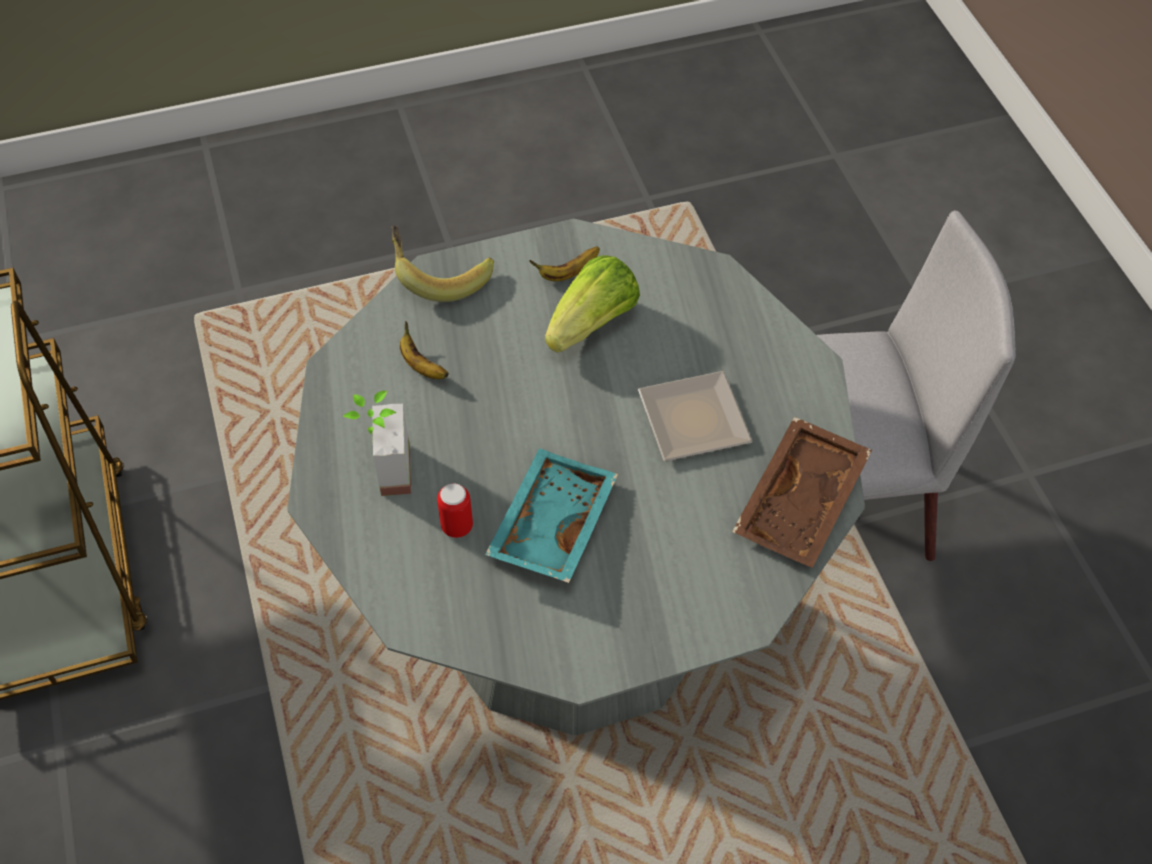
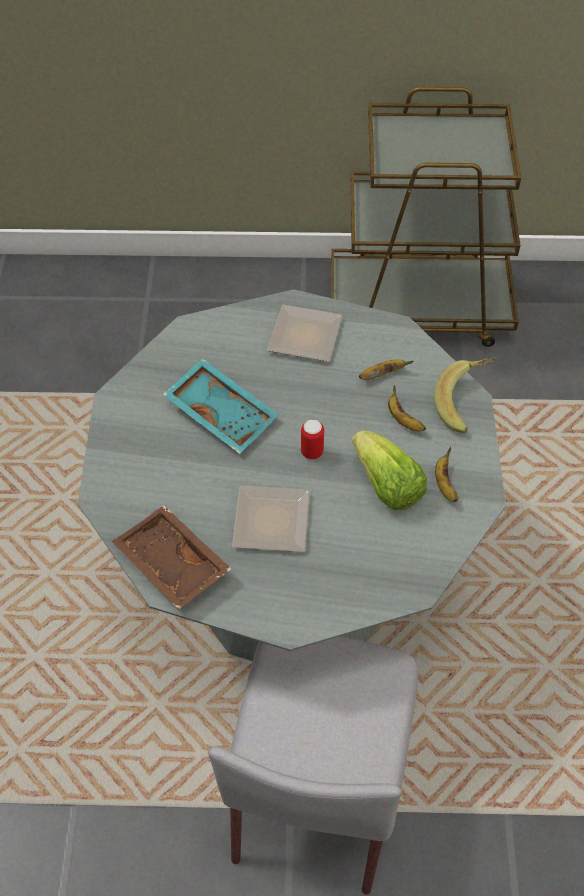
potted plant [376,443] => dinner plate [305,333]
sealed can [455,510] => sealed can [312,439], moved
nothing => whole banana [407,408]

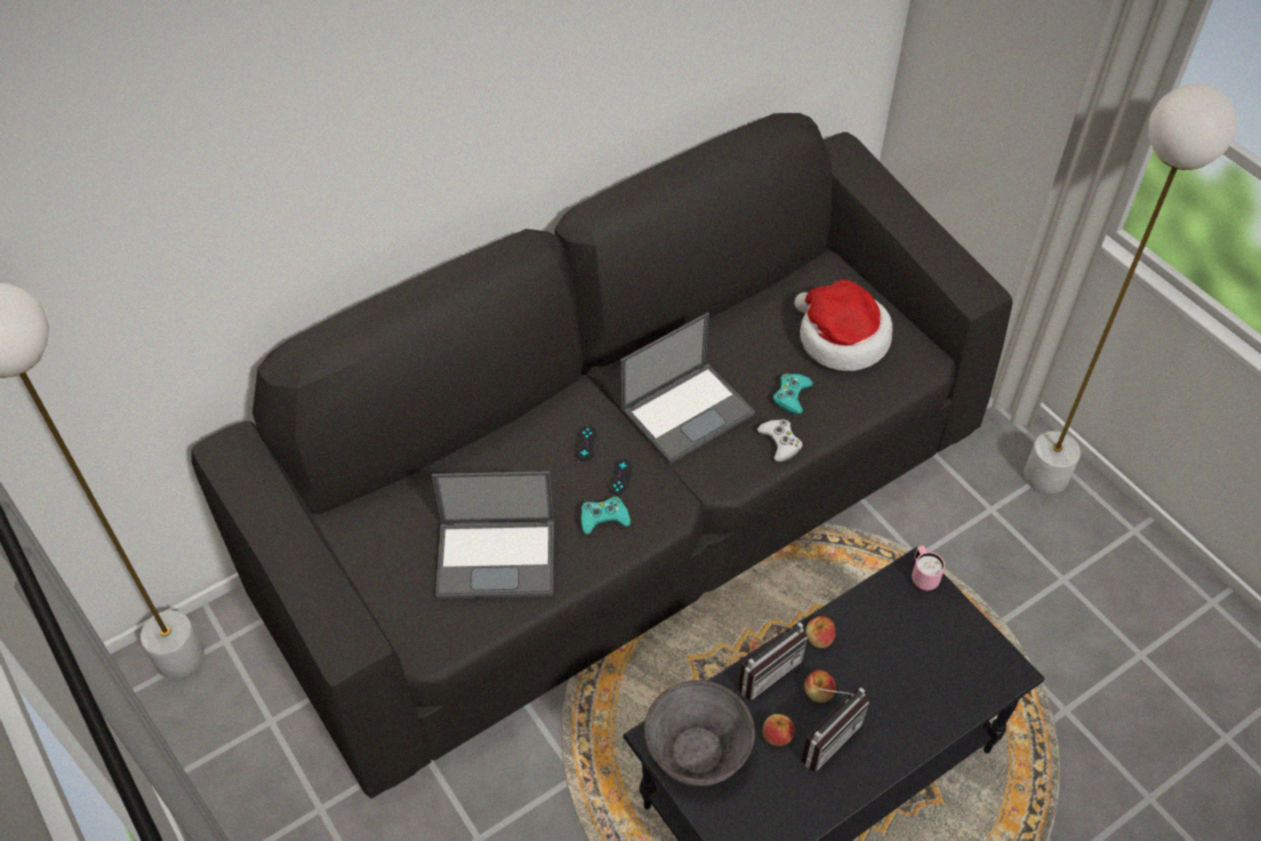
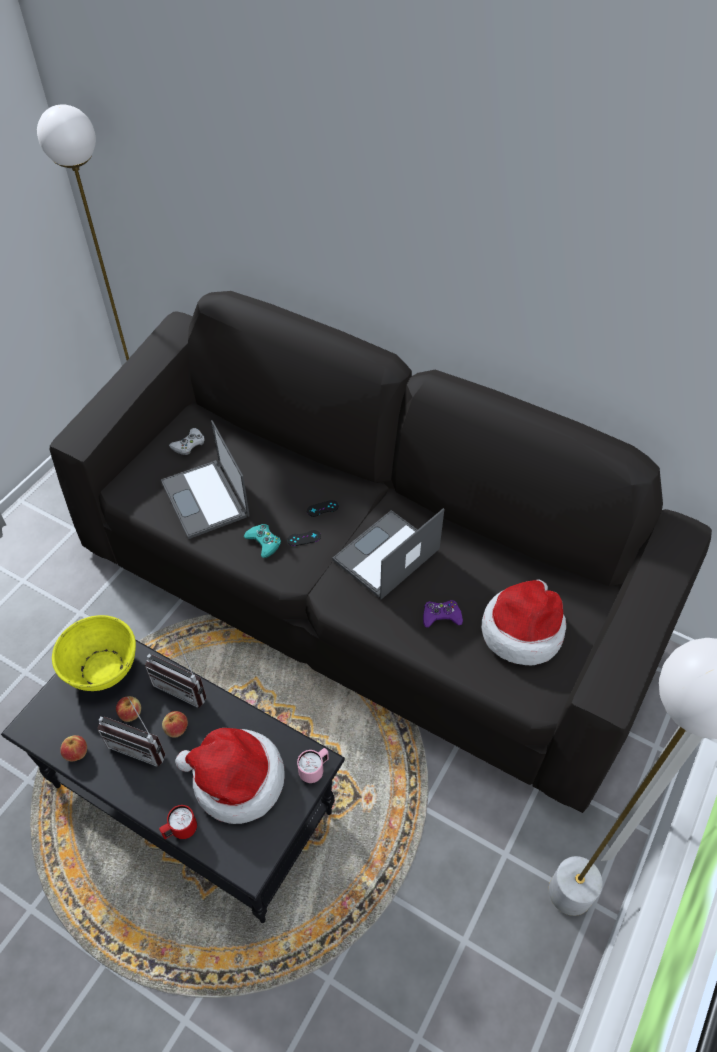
greyish deep dish [699,733] => yellow deep dish [94,653]
whole apple [821,632] => whole apple [73,748], moved
nothing => red tea mug [178,822]
white-coloured gamepad [780,440] => white-coloured gamepad [187,441], moved
nothing => clothing hat [230,776]
portable computer [688,388] => portable computer [388,553], 105 degrees clockwise
turquoise gamepad [793,394] => purple gamepad [443,613]

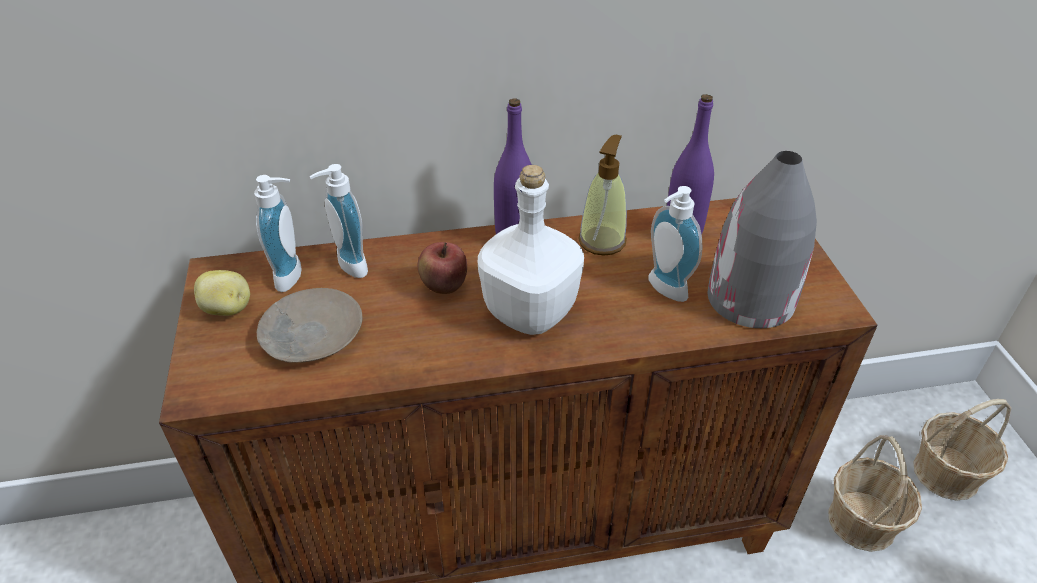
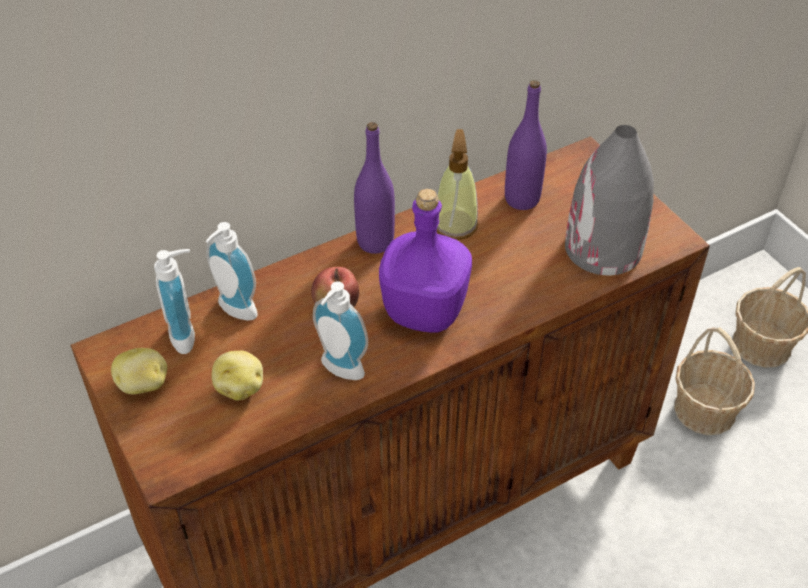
sand-coloured dinner plate [310,325] => potato [237,376]
soap bottle [675,244] => soap bottle [340,330], moved
white-coloured bottle [531,250] => purple bottle [425,261]

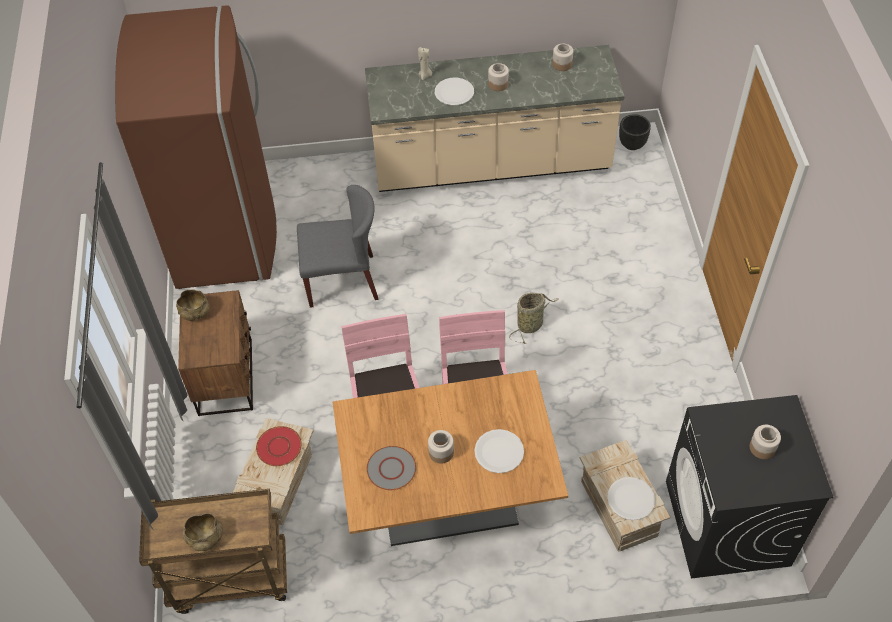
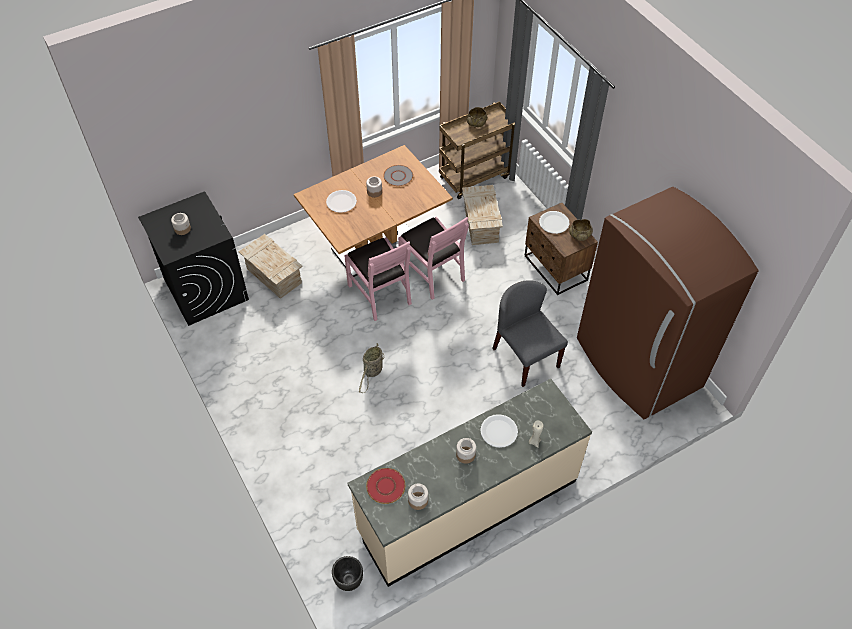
red dinner plate [279,446] => red dinner plate [385,486], moved
greyish plain chair [337,246] => greyish plain chair [530,333], 90 degrees clockwise
white-coloured dinner plate [631,498] => white-coloured dinner plate [554,222], moved

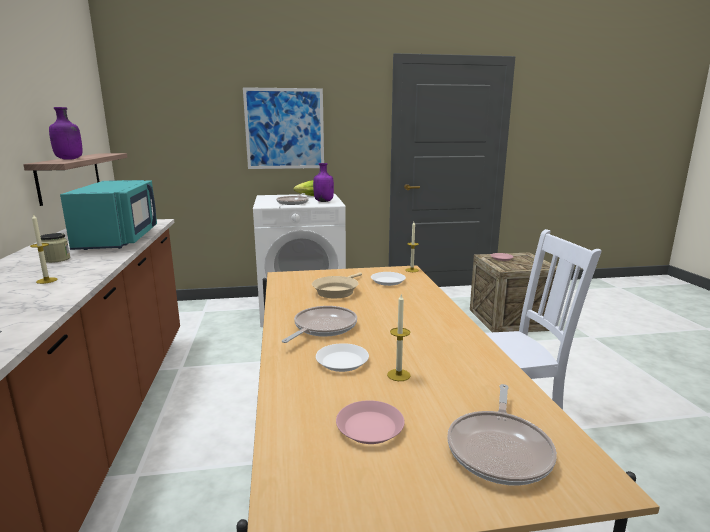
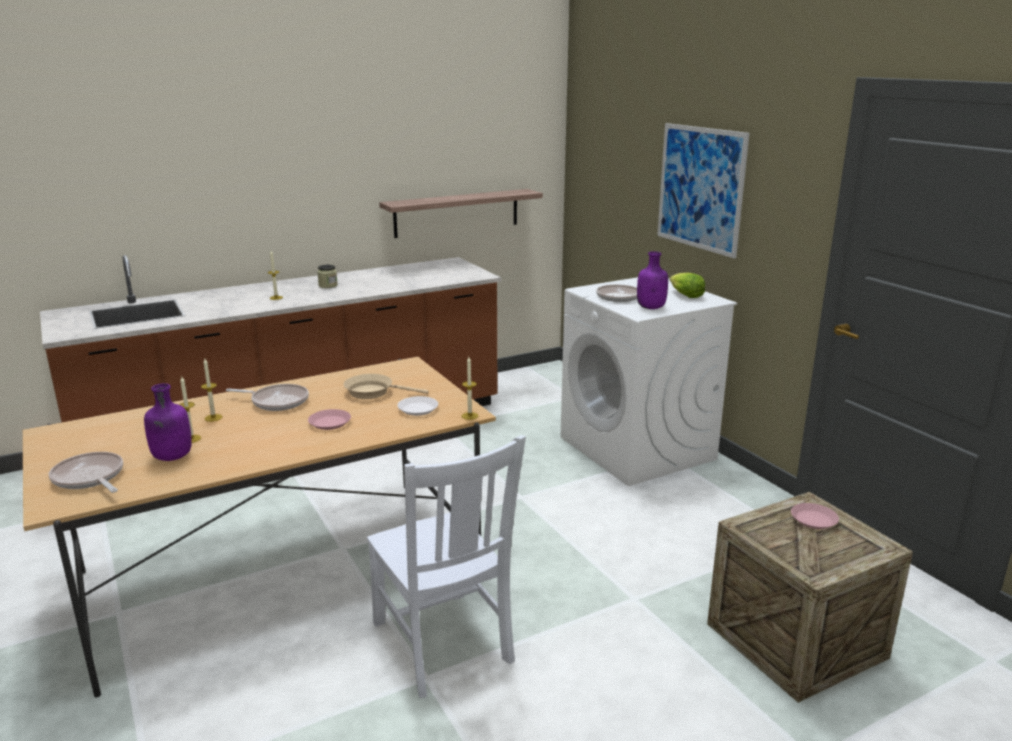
skillet [502,435] => skillet [86,472], 45 degrees clockwise
purple bottle [65,133] => purple bottle [168,422], moved
white-coloured dinner plate [342,357] => wax light [212,390]
pink dinner plate [370,422] => pink dinner plate [329,419], moved
turquoise microwave oven [108,215] => nothing

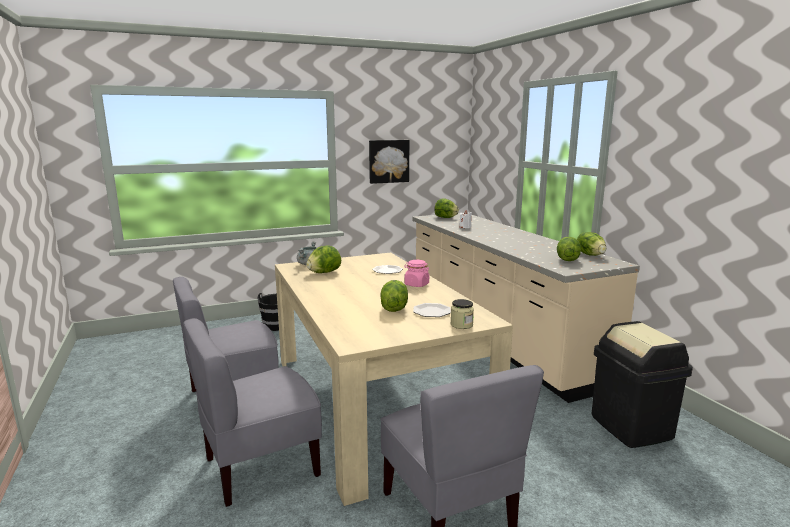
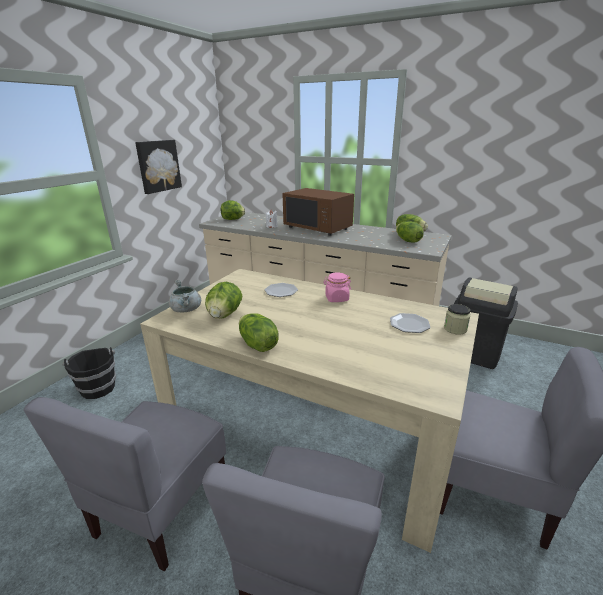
head of lettuce [394,296] => head of lettuce [259,332], moved
nothing => brownish microwave oven [318,212]

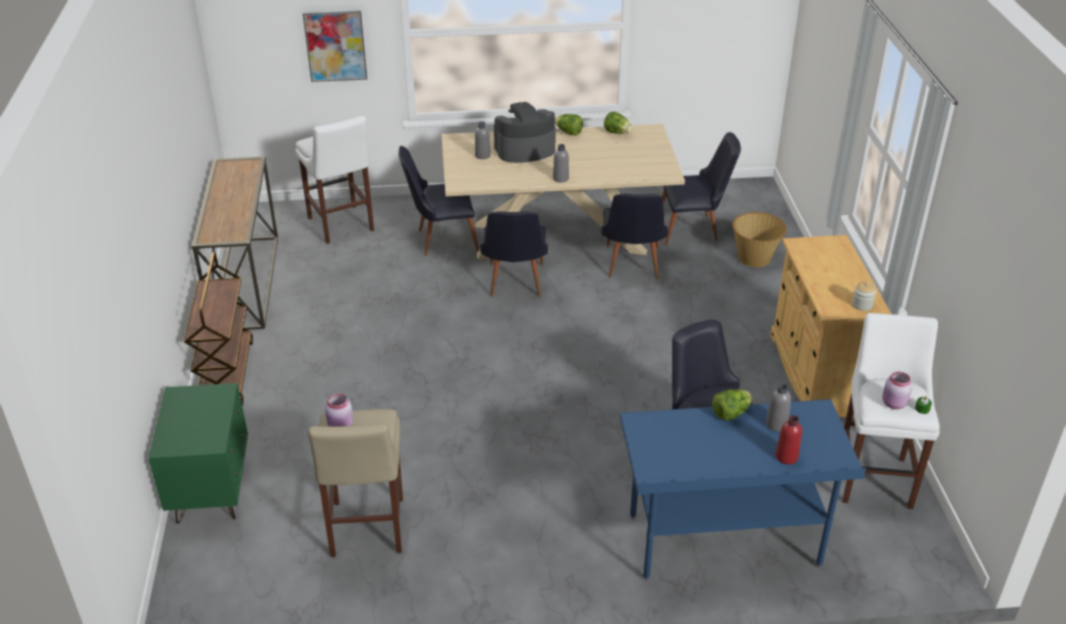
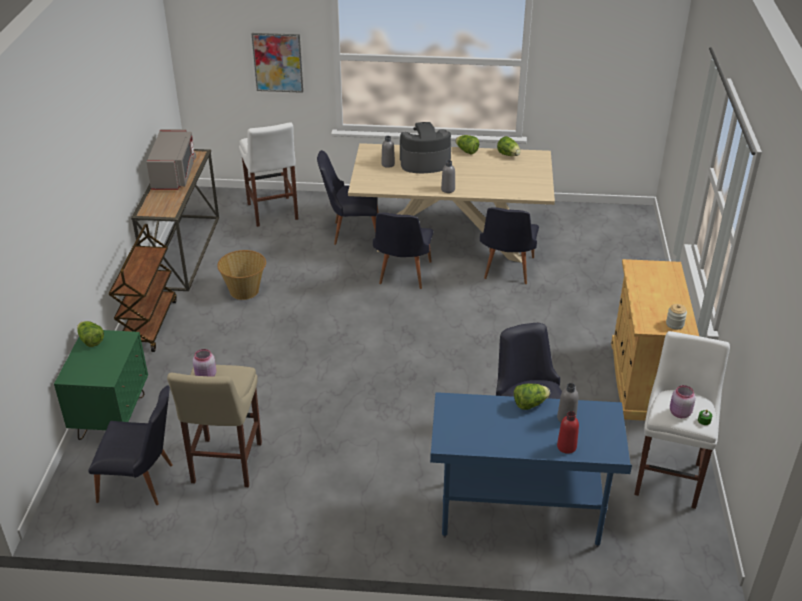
nothing => head of lettuce [90,334]
black plain chair [701,188] => black plain chair [130,445], moved
nothing => greyish microwave oven [171,159]
household basket [759,239] => household basket [241,275], moved

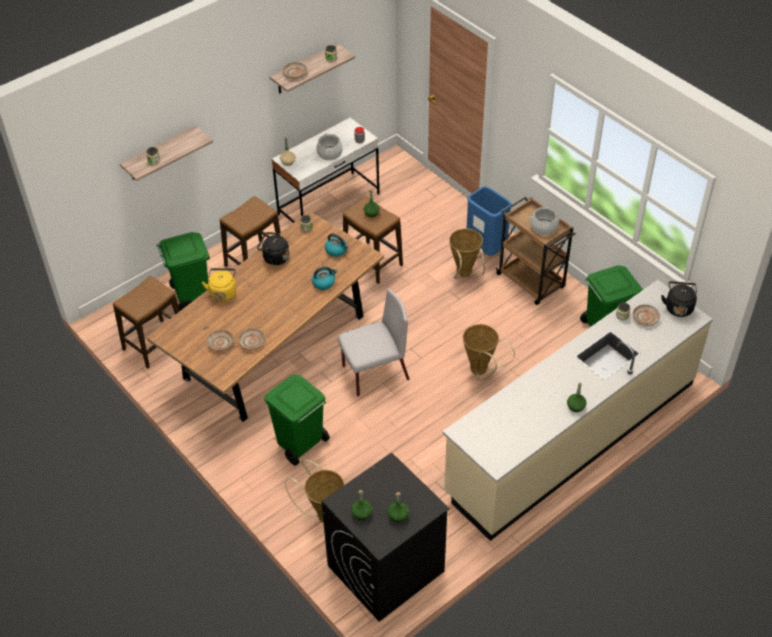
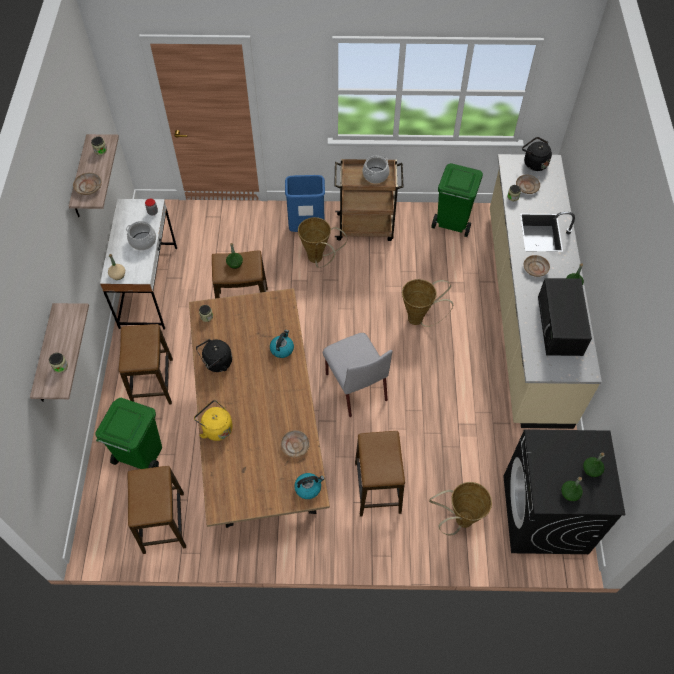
water kettle [337,245] => water kettle [309,486], moved
greyish plain chair [374,342] => greyish plain chair [358,375], 135 degrees clockwise
greenish trash can [297,420] => stool seat [380,473]
sand-coloured dinner plate [220,340] => sand-coloured dinner plate [537,266], moved
nothing => black microwave oven [565,317]

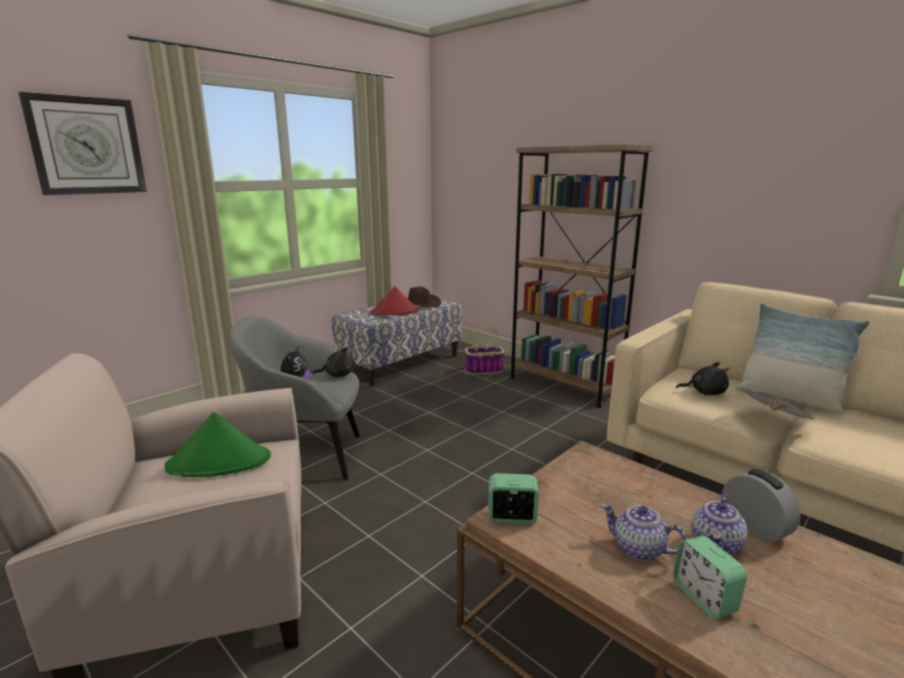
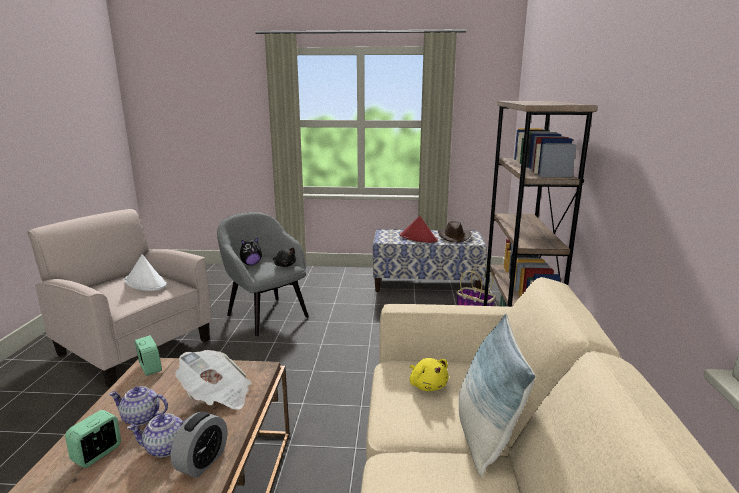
teapot [644,532] => teapot [138,406], 75 degrees counterclockwise
greenish clothing hat [217,444] => white-coloured clothing hat [146,272]
newspaper [775,403] => newspaper [213,380], moved
black plush toy [702,378] => yellow plush toy [429,374]
clock on the wall [82,143] => nothing

